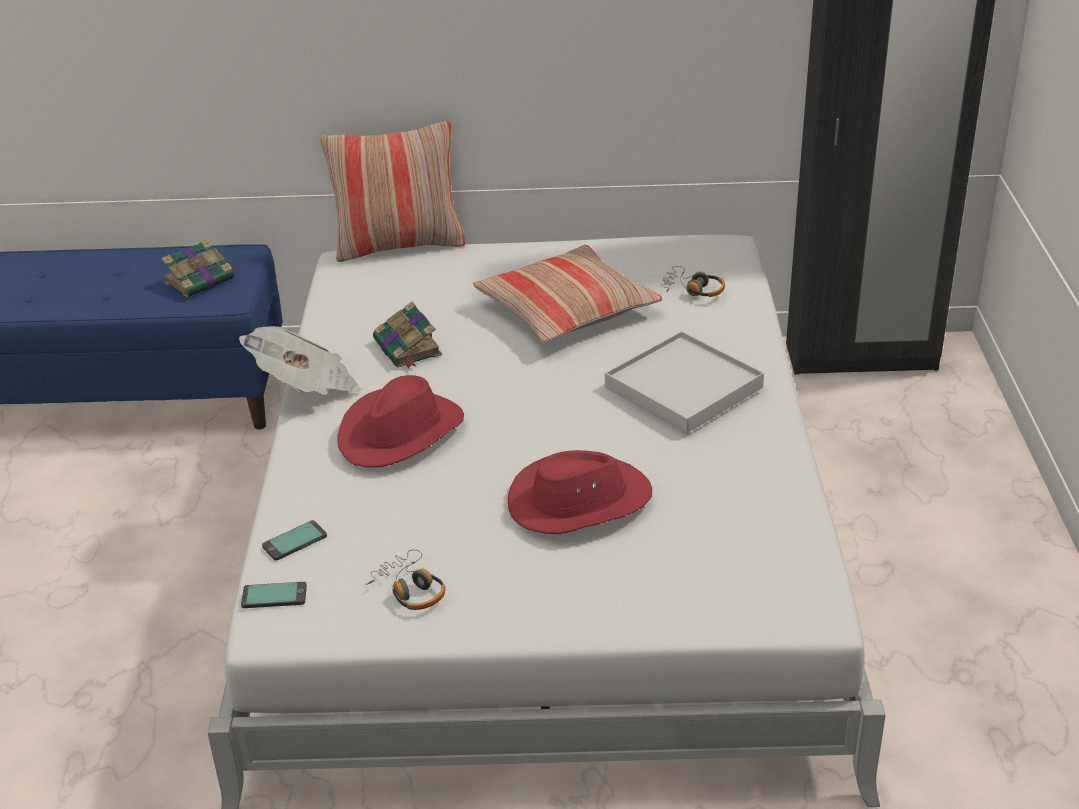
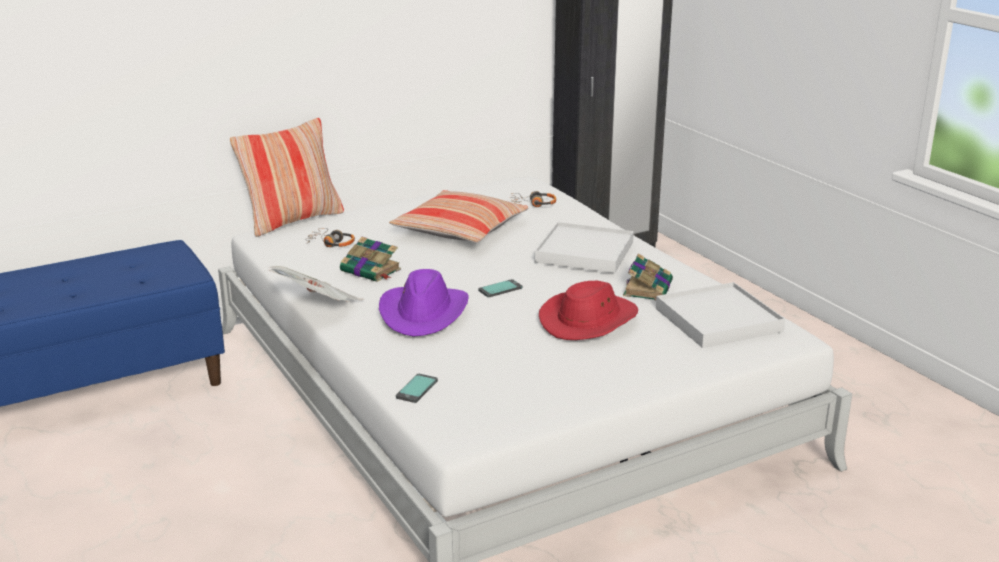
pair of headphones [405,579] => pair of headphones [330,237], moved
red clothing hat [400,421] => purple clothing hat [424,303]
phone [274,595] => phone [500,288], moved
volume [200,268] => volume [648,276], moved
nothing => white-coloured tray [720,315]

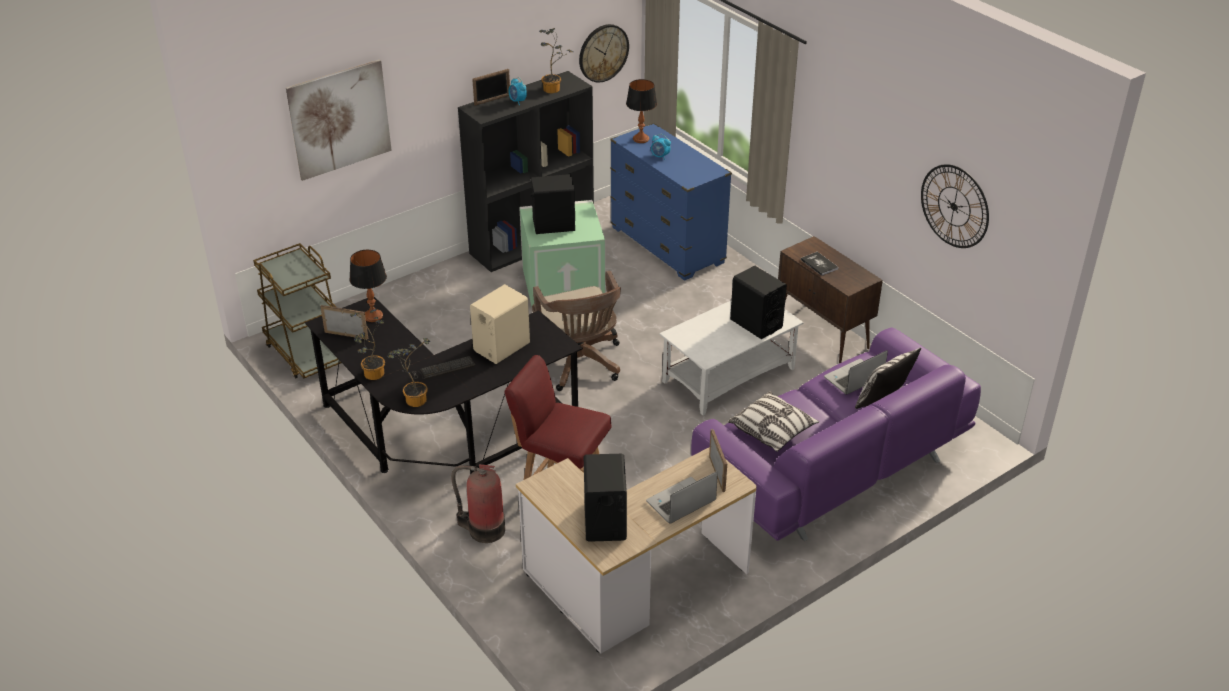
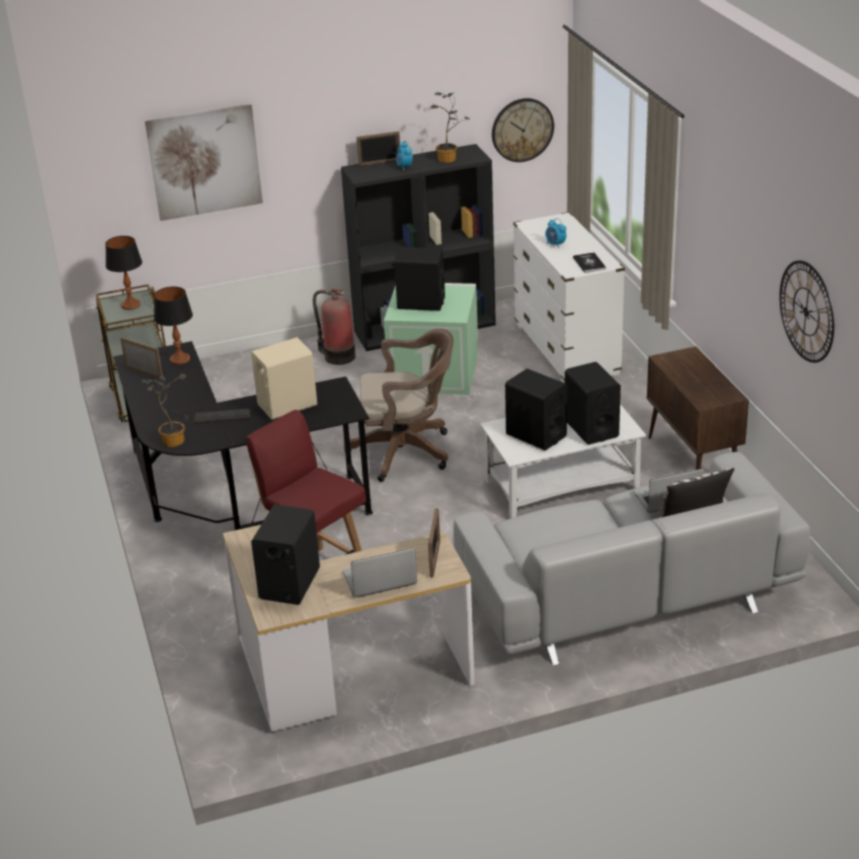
tabletop lamp [641,111] => tabletop lamp [123,273], moved
extinguisher [478,503] => extinguisher [334,327], moved
brownish computer chair [576,331] => brownish computer chair [399,405], 90 degrees counterclockwise
purple sofa [836,434] => greyish sofa [631,559]
nothing => black speaker [536,410]
blue-coloured chest of drawers [671,202] => white-coloured chest of drawers [569,297]
volume [819,264] => volume [589,262], moved
potted plant [367,344] => nothing
throw pillow [773,421] => nothing

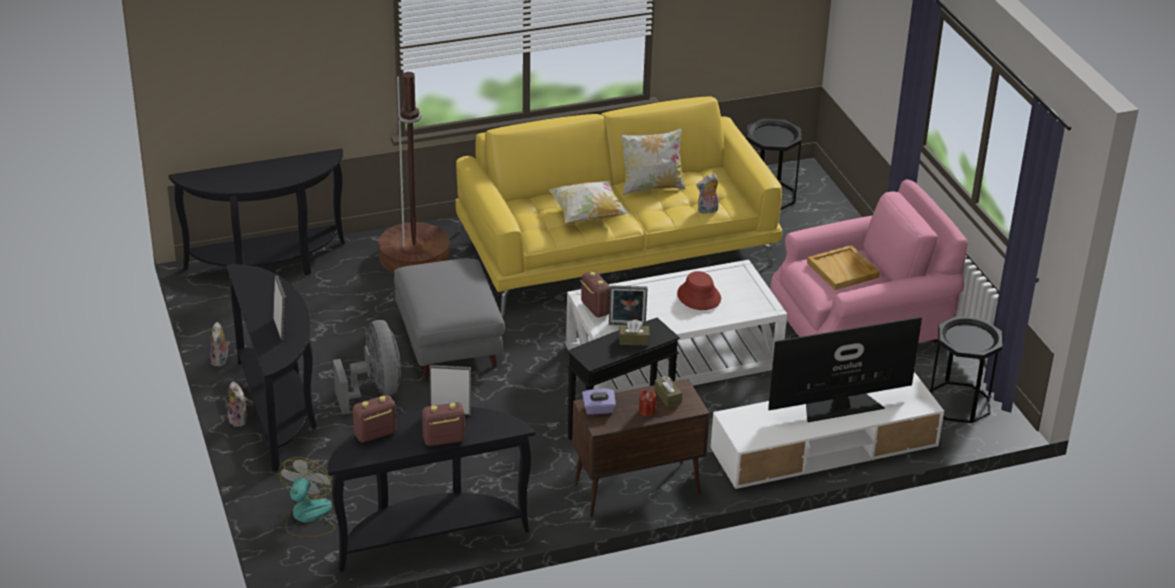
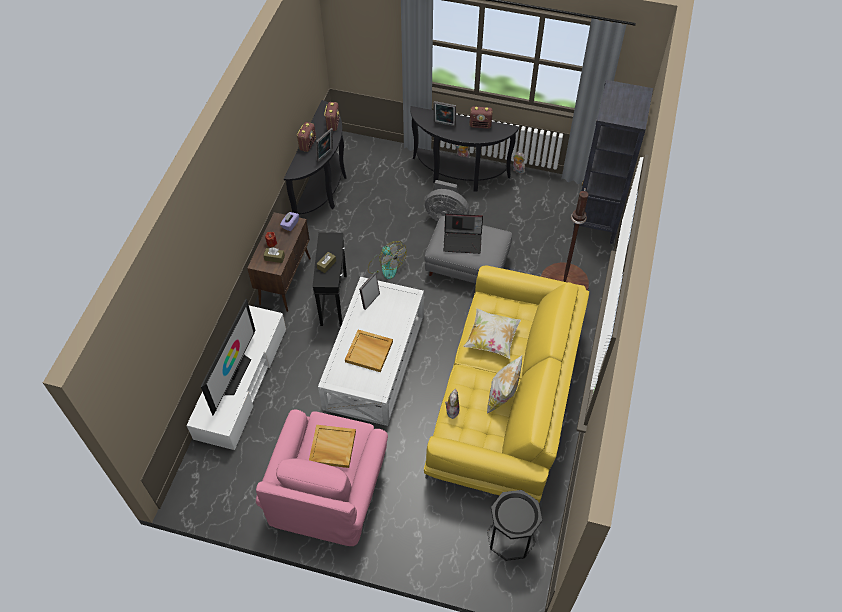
red clothing hat [699,290] => sand-coloured tray [369,351]
electric fan [307,497] => electric fan [387,260], moved
nothing => portable computer [463,233]
radio set [595,294] => radio set [481,117], moved
black narrow table [257,212] => black shelving unit [613,162]
black side table [965,369] => nothing

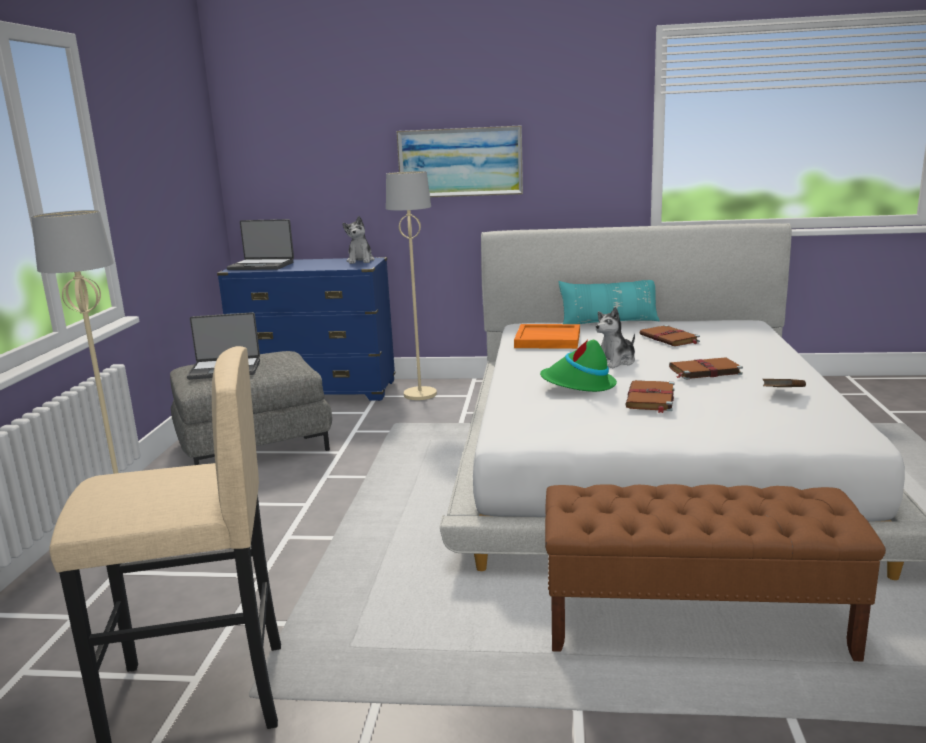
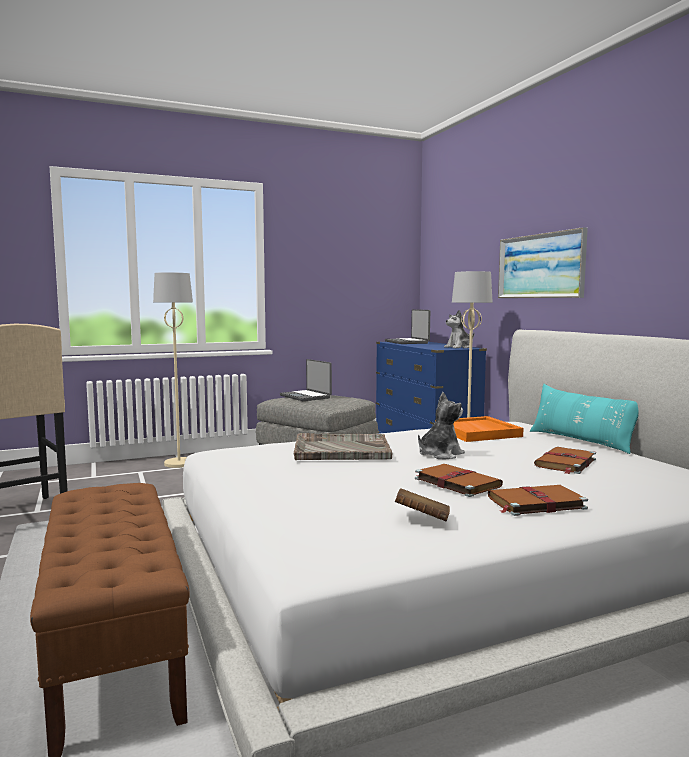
greenish clothing hat [578,366] => greyish tray [342,446]
plush toy [615,338] => plush toy [441,425], 120 degrees clockwise
brownish volume [650,396] => brownish volume [538,500], moved

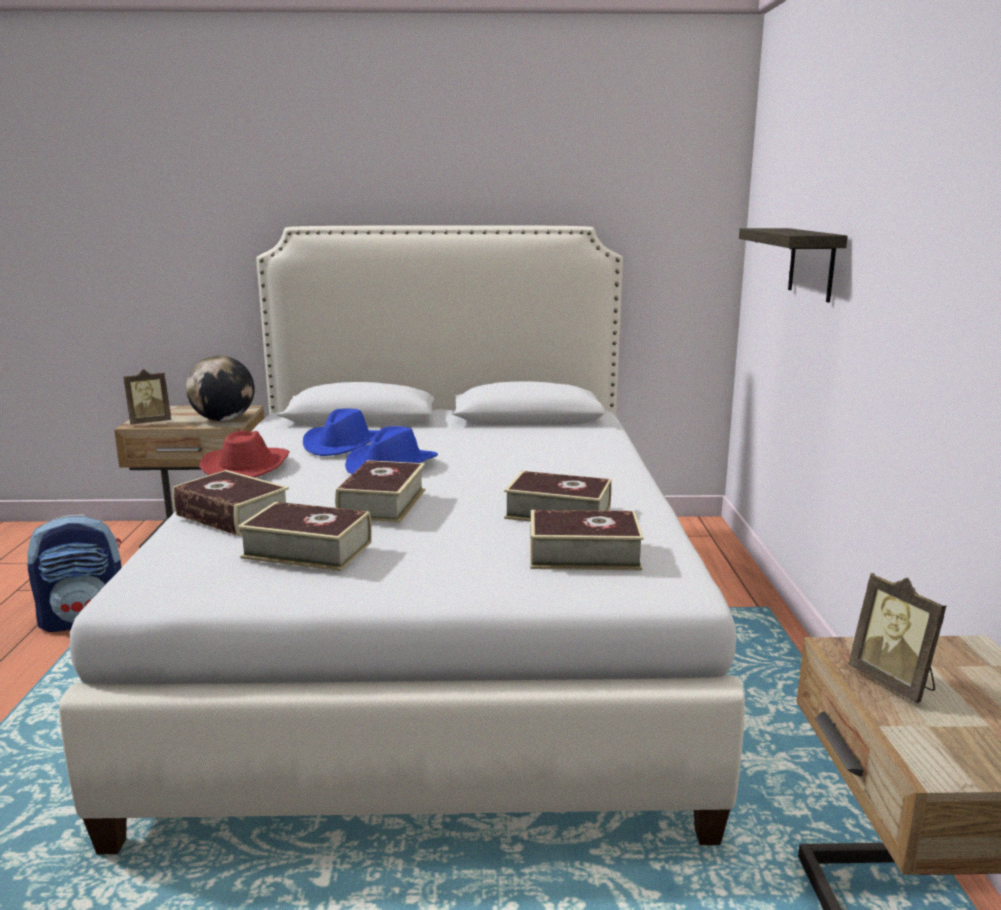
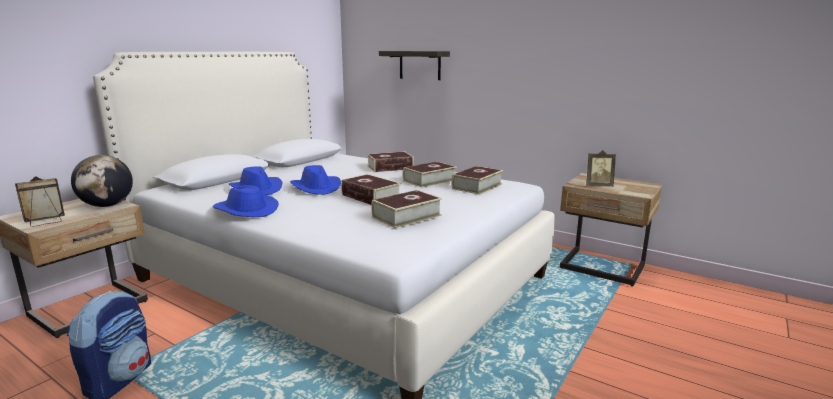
standing frame [147,396] => standing frame [40,201], 135 degrees counterclockwise
red clothing hat [245,454] => blue-coloured clothing hat [246,201]
volume [231,503] => volume [390,161], moved

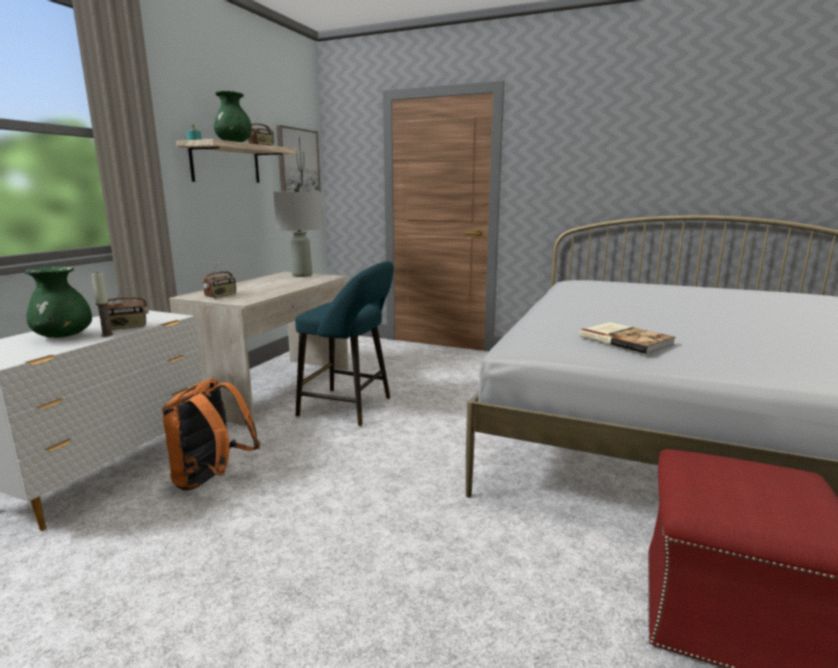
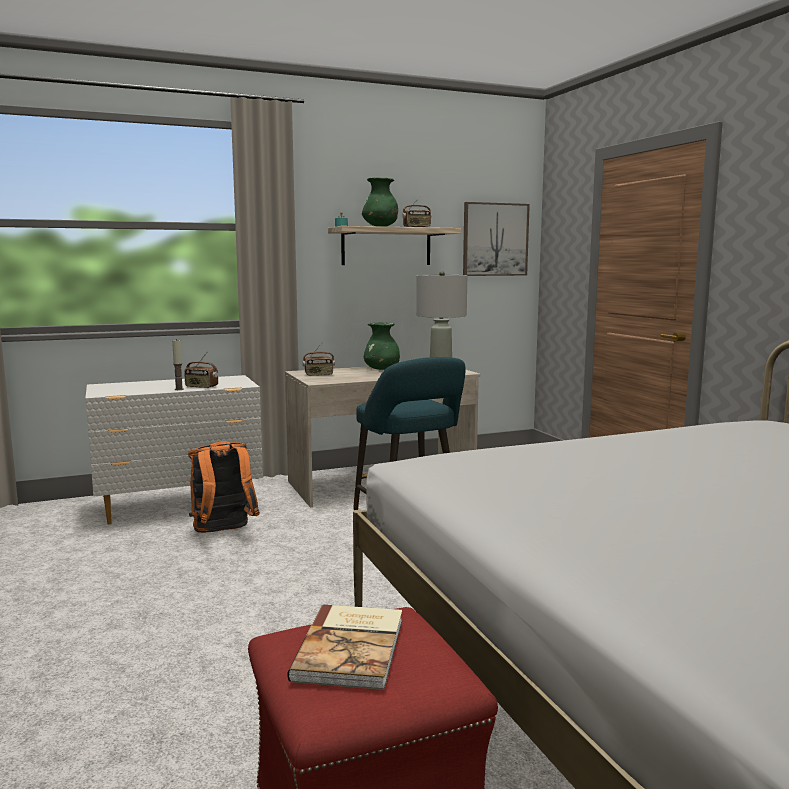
volume [627,338] => volume [344,647], moved
greenish vase [58,302] => greenish vase [382,346], moved

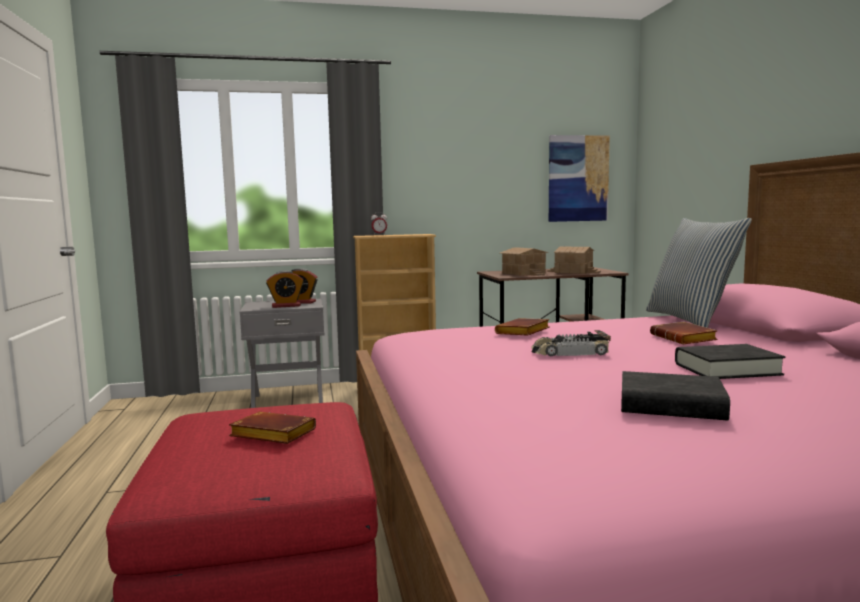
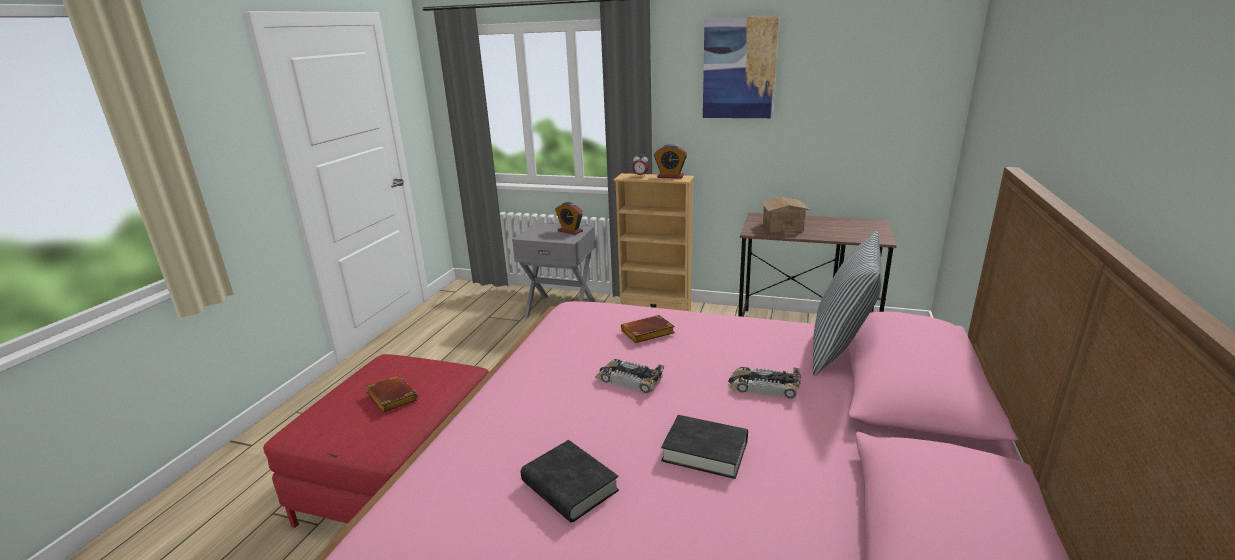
alarm clock [285,289] => alarm clock [670,161], moved
picture [579,178] => picture [741,67], moved
brownish volume [684,333] => model car [764,382]
model house [574,260] => nothing

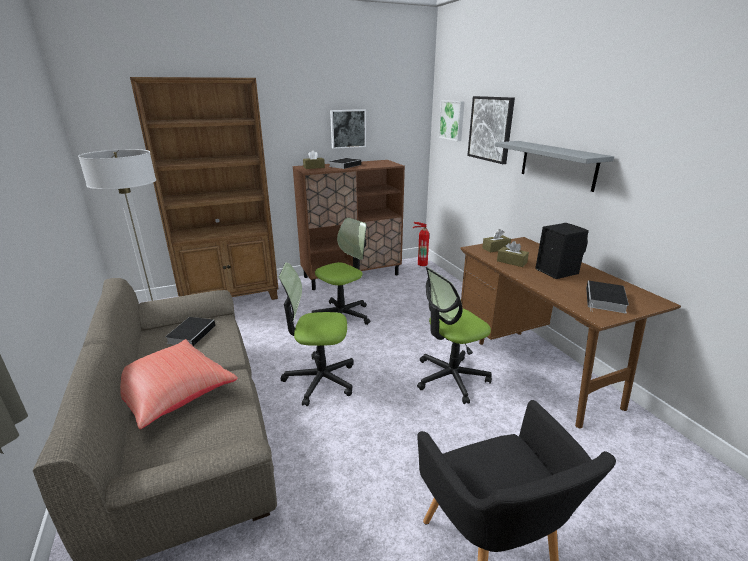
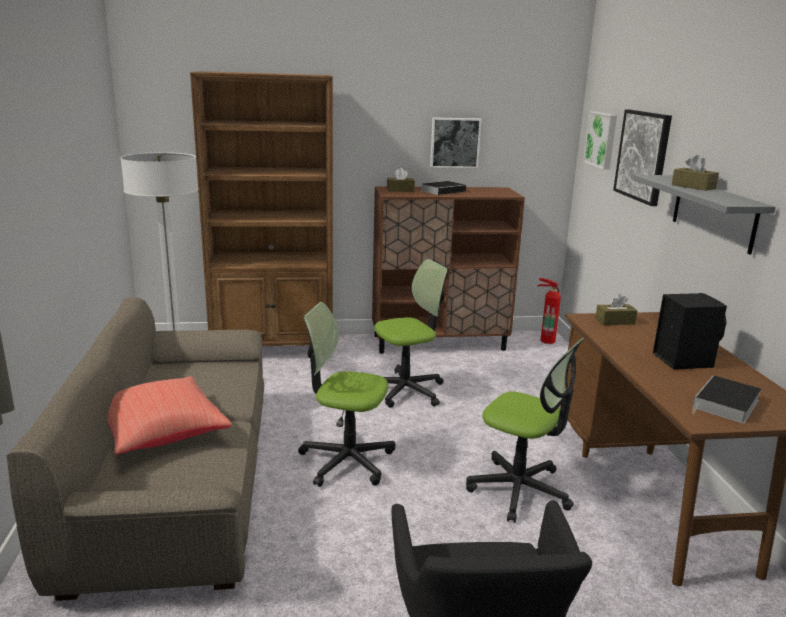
computer chair [454,335] => computer chair [525,430], 135 degrees counterclockwise
brownish tissue box [513,254] => brownish tissue box [695,173], moved
volume [191,331] => nothing

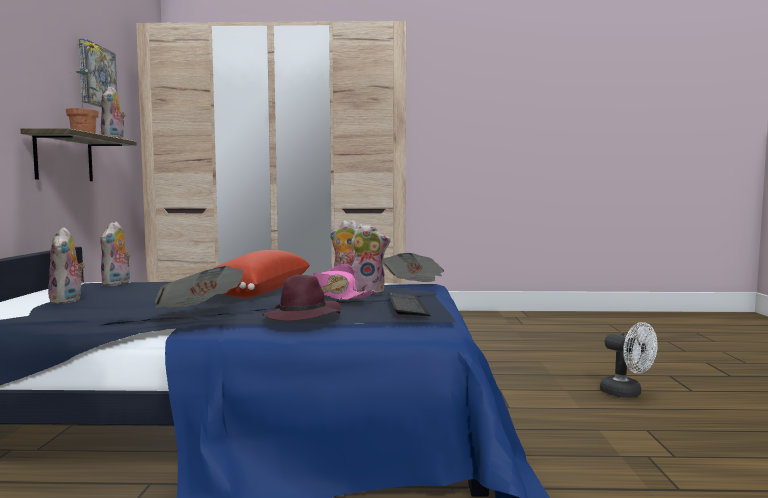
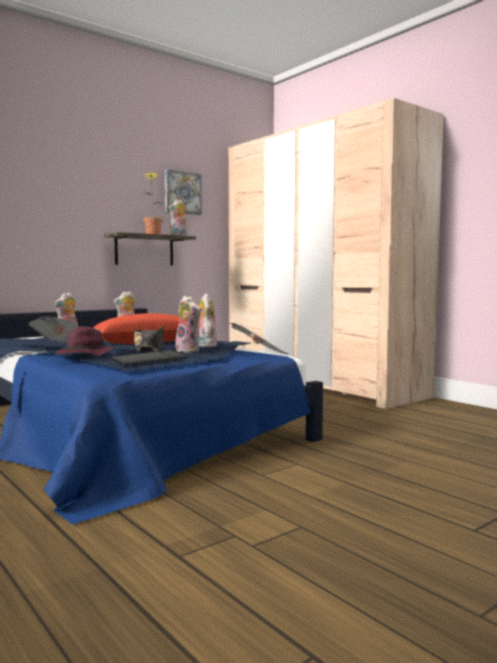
pink clothing hat [344,282] => black clothing hat [149,338]
white-coloured electric fan [629,360] => nothing

